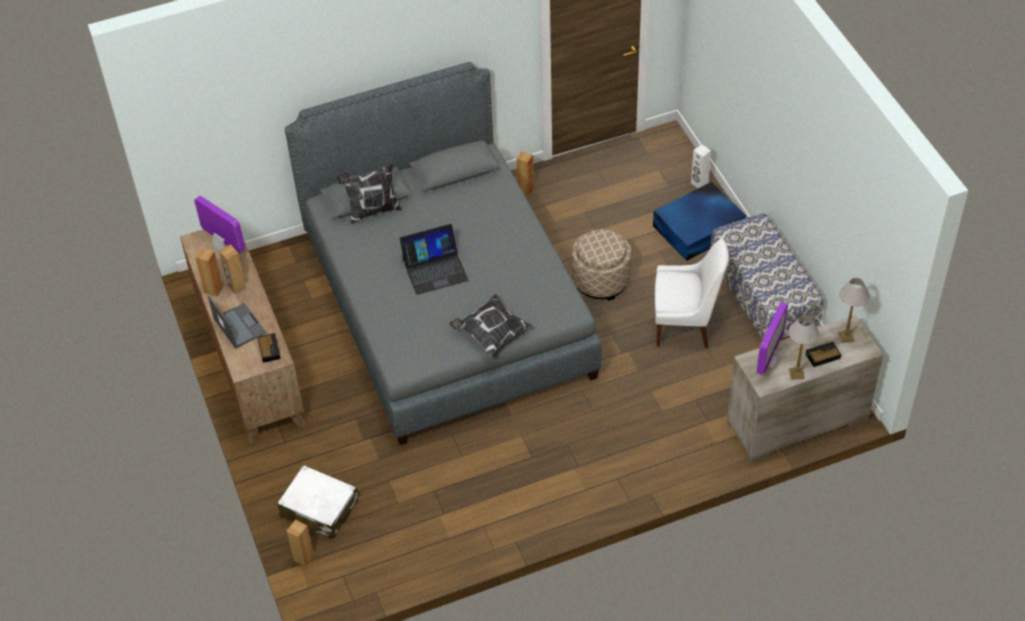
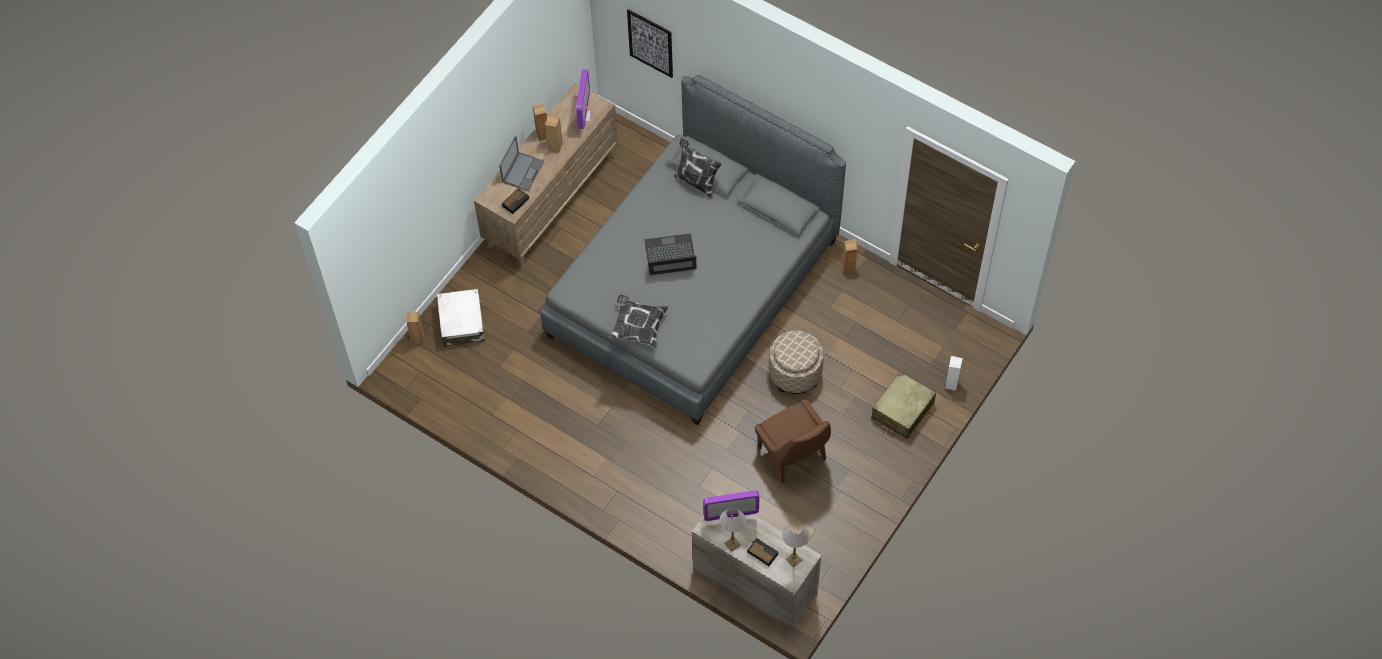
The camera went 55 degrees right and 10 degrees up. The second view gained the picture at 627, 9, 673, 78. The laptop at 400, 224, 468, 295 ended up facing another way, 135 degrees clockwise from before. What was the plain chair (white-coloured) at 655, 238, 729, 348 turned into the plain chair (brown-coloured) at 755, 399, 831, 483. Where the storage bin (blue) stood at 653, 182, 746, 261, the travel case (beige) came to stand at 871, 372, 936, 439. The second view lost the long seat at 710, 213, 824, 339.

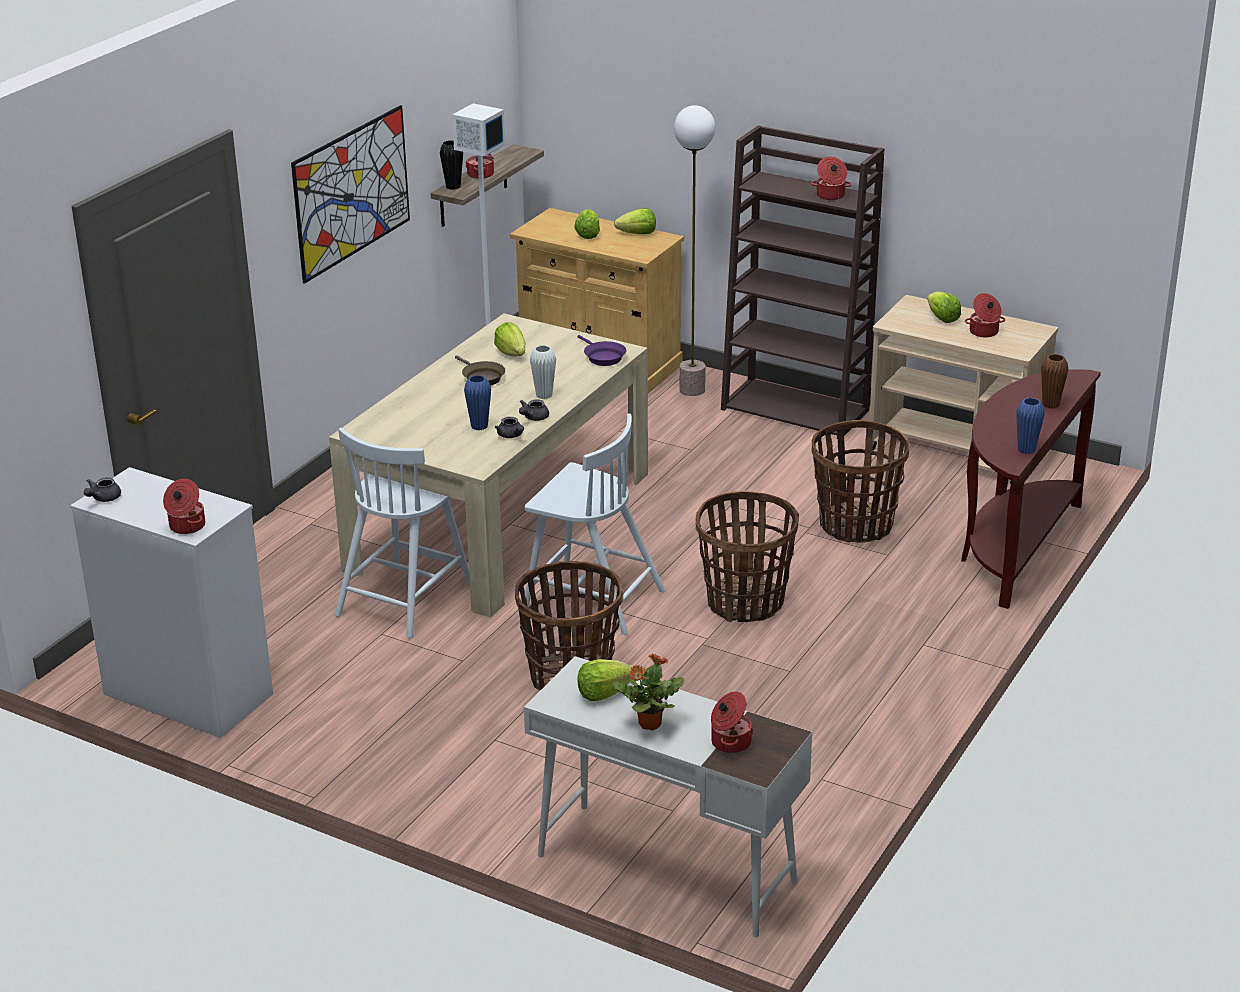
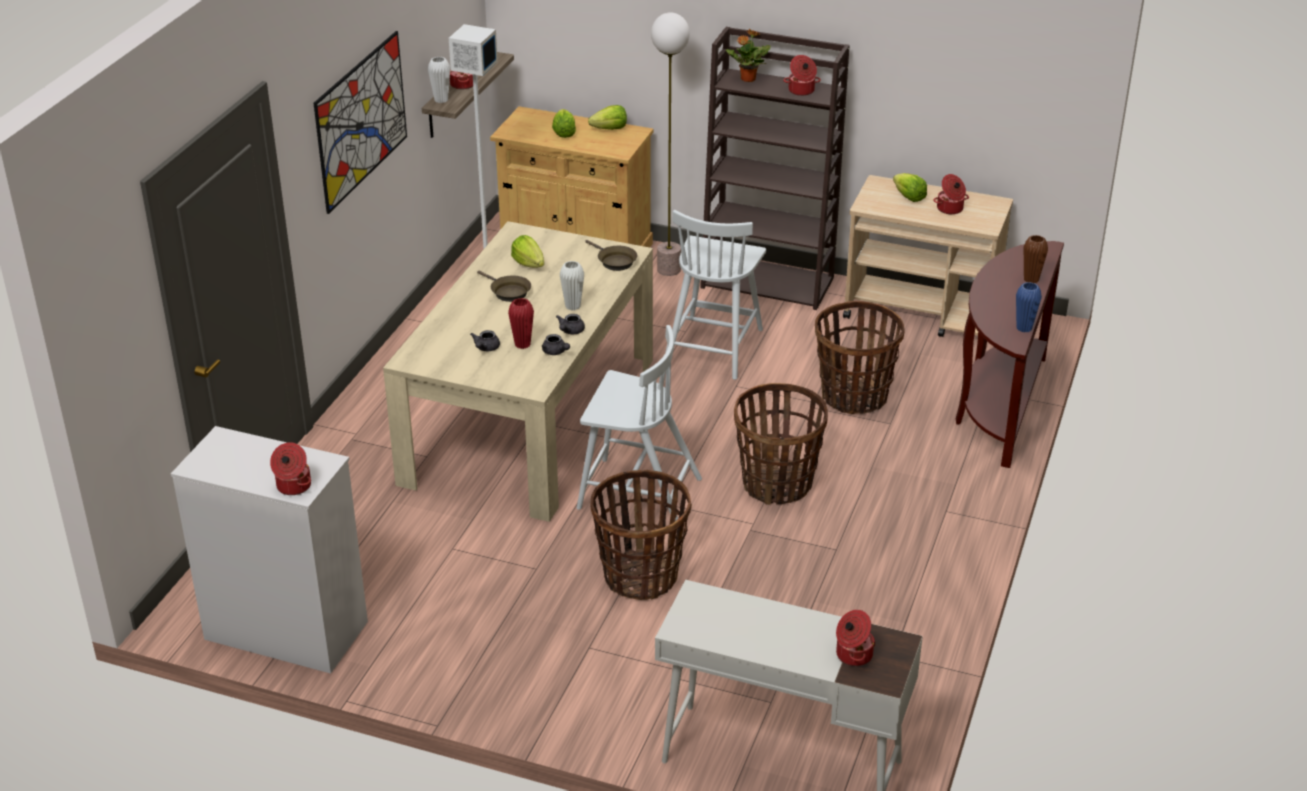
The camera went 10 degrees left and 5 degrees up. What was the decorative vase (black-coloured) at 440, 140, 463, 190 turned into the decorative vase (white-coloured) at 428, 57, 450, 103. The pot for tea (grey) ended up elsewhere, having gone from 84, 477, 121, 502 to 470, 330, 500, 351. What was the decorative vase (blue) at 464, 375, 491, 430 turned into the decorative vase (red-coloured) at 508, 298, 534, 349. What was the frying pan (purplish) at 578, 335, 626, 366 turned into the frying pan (brown-coloured) at 585, 240, 637, 271. The plain chair (white-coloured) ended up elsewhere, having gone from 335, 428, 470, 638 to 672, 210, 766, 380. The potted plant ended up elsewhere, having gone from 613, 653, 684, 730 to 726, 29, 771, 82. The second view lost the lettuce head at 577, 659, 633, 701.

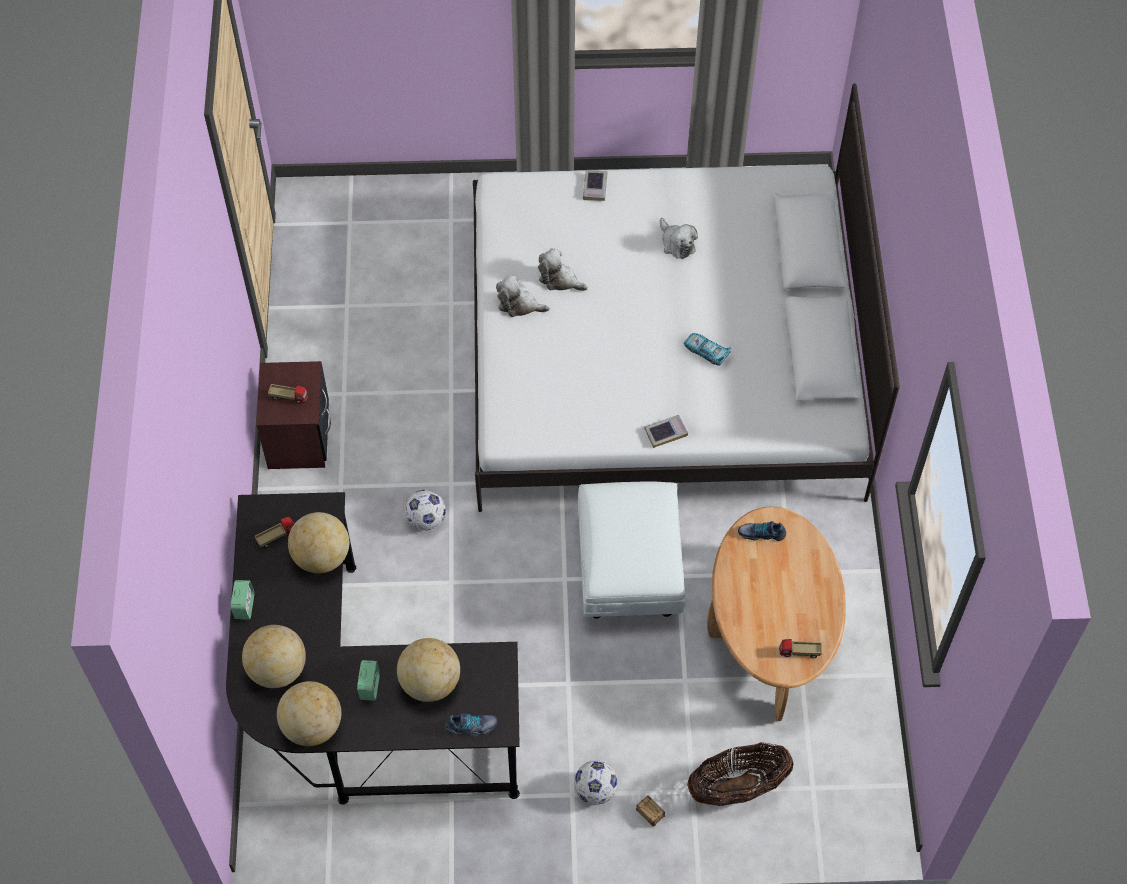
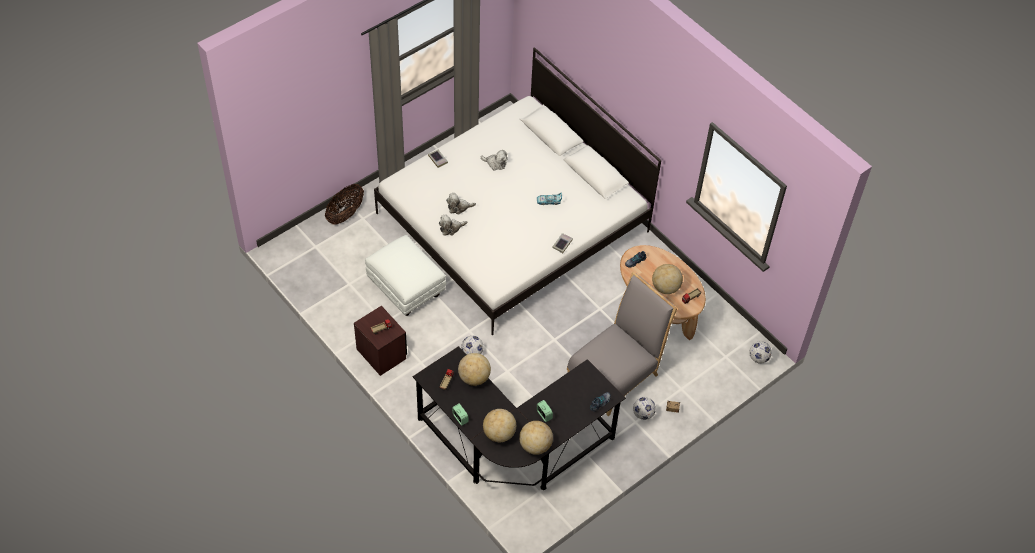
The camera went 40 degrees left and 5 degrees down. The household basket ended up elsewhere, having gone from 687, 742, 794, 806 to 325, 184, 364, 225. The ottoman (white-coloured) ended up elsewhere, having gone from 578, 481, 686, 619 to 365, 235, 446, 316. The second view gained the plain chair (grey) at 567, 272, 677, 416. The globe ended up elsewhere, having gone from 397, 638, 460, 702 to 652, 264, 683, 294. The second view gained the football ball at 749, 341, 772, 363.

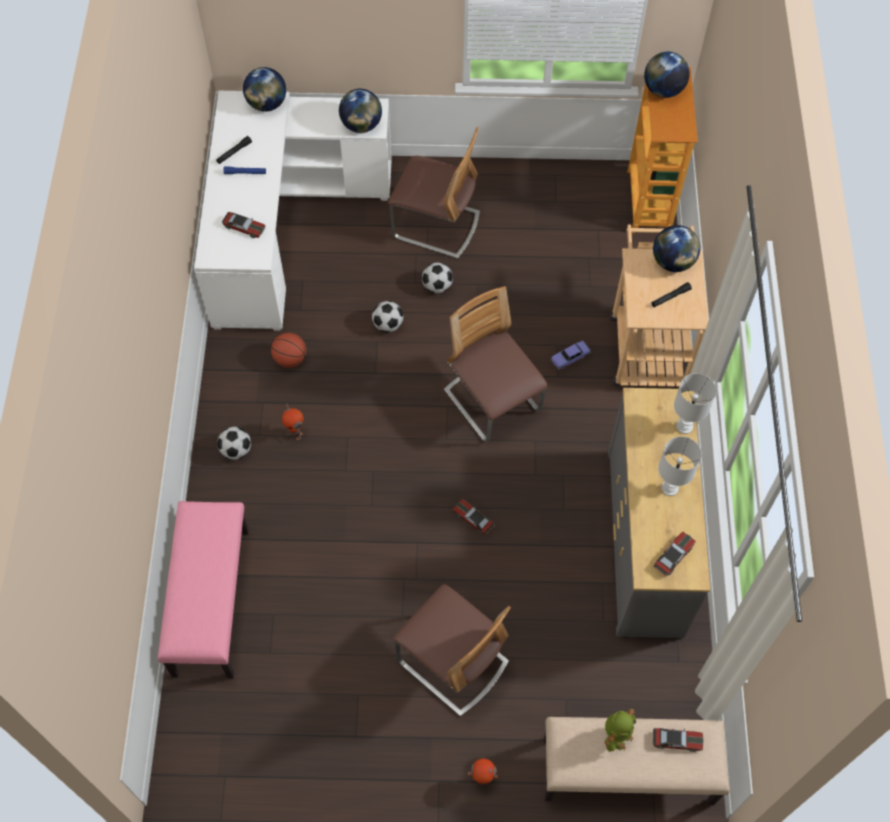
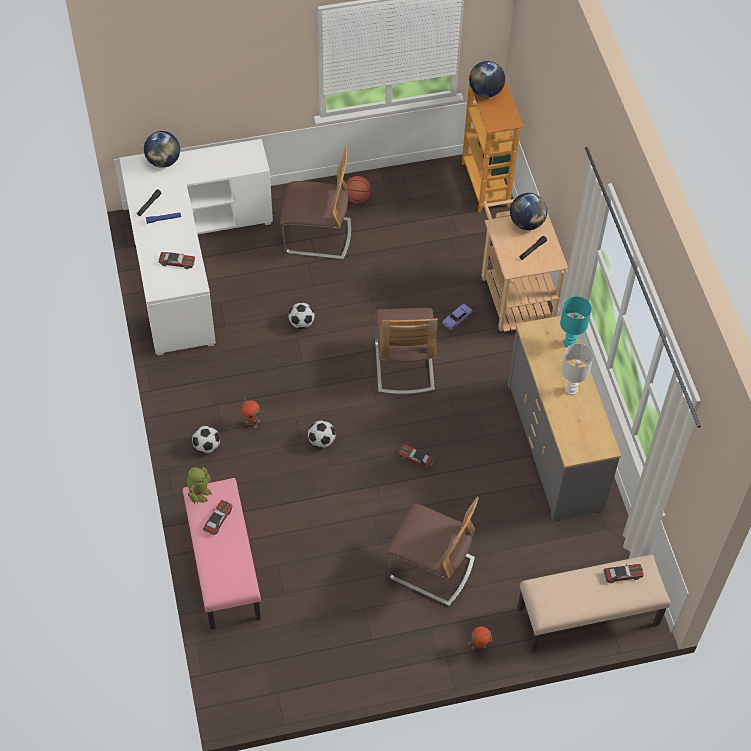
The camera went 15 degrees left and 5 degrees down. The model robot ended up elsewhere, having gone from 605, 708, 636, 752 to 187, 467, 212, 504. The toy car ended up elsewhere, having gone from 654, 532, 696, 576 to 203, 500, 232, 535. The football ball ended up elsewhere, having gone from 422, 262, 453, 293 to 308, 420, 336, 448. The basketball ball ended up elsewhere, having gone from 271, 333, 306, 368 to 346, 176, 371, 204. The plain chair at 444, 286, 547, 442 ended up facing another way, 135 degrees counterclockwise from before. What was the table lamp (white-coloured) at 674, 373, 716, 434 turned into the table lamp (blue-green) at 560, 296, 592, 347. The second view lost the globe at 339, 89, 382, 133.

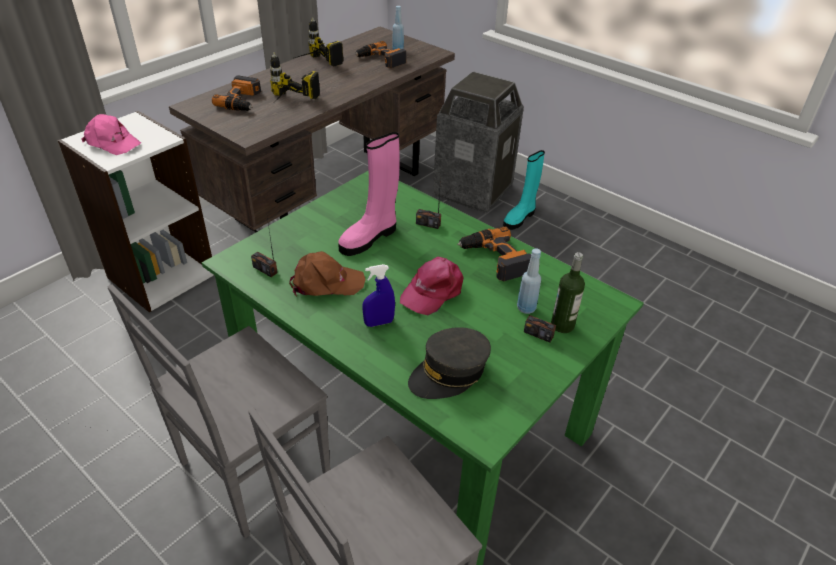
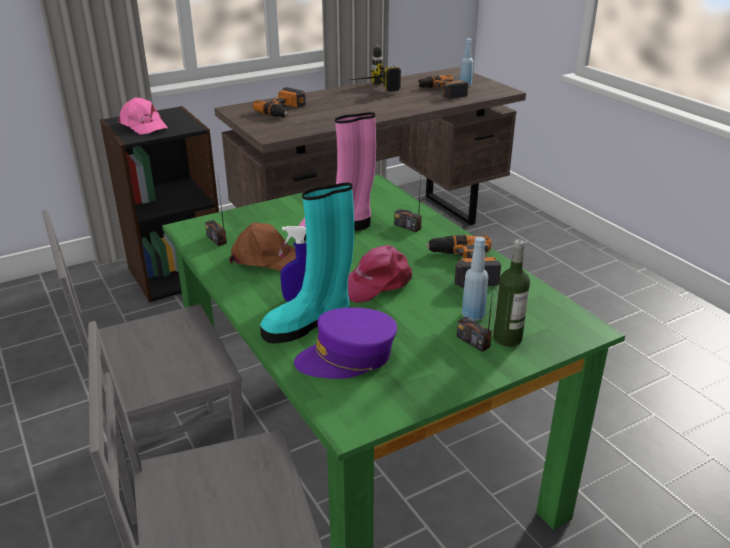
The camera went 20 degrees right and 10 degrees down. What was the bookshelf (white-coloured) at 58, 111, 214, 312 turned into the bookshelf (black-coloured) at 100, 106, 219, 302. The boot (blue-green) ended up elsewhere, having gone from 503, 150, 545, 230 to 260, 183, 354, 343. What was the baseball cap (grey) at 408, 327, 491, 399 turned into the baseball cap (purplish) at 294, 308, 397, 379. The second view lost the power drill at 270, 52, 320, 99. The second view lost the trash can at 433, 71, 524, 213.

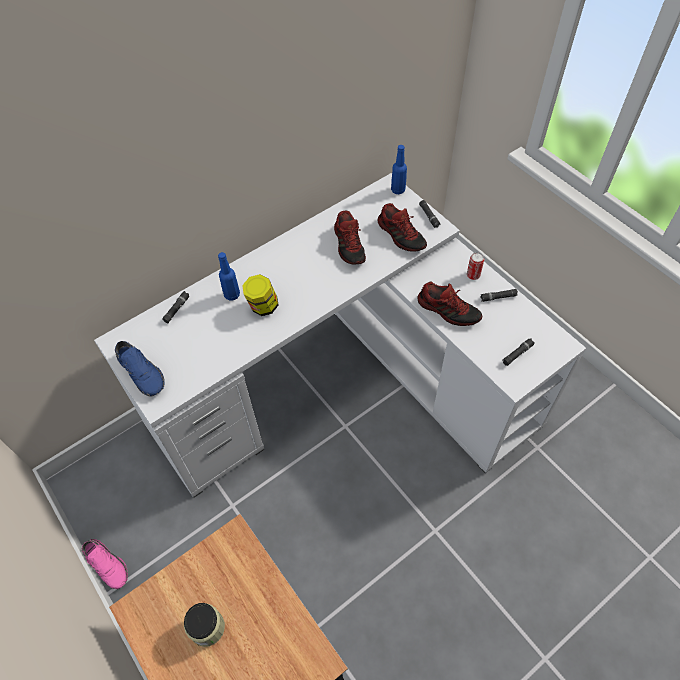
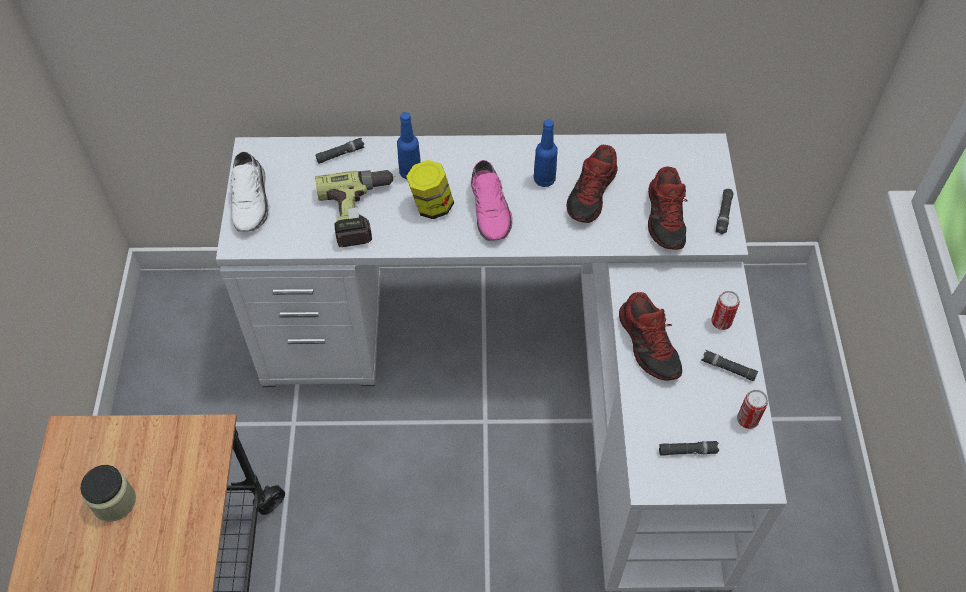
The camera went 35 degrees right and 0 degrees up. What was the shoe (blue) at 115, 341, 165, 397 turned into the shoe (white-coloured) at 230, 151, 270, 232. The second view gained the power drill at 315, 170, 395, 247. The shoe (pinkish) ended up elsewhere, having gone from 82, 539, 128, 589 to 471, 160, 513, 241. The beverage bottle (blue) ended up elsewhere, having gone from 391, 145, 407, 194 to 534, 119, 557, 187. The second view gained the metal can at 737, 390, 768, 429.

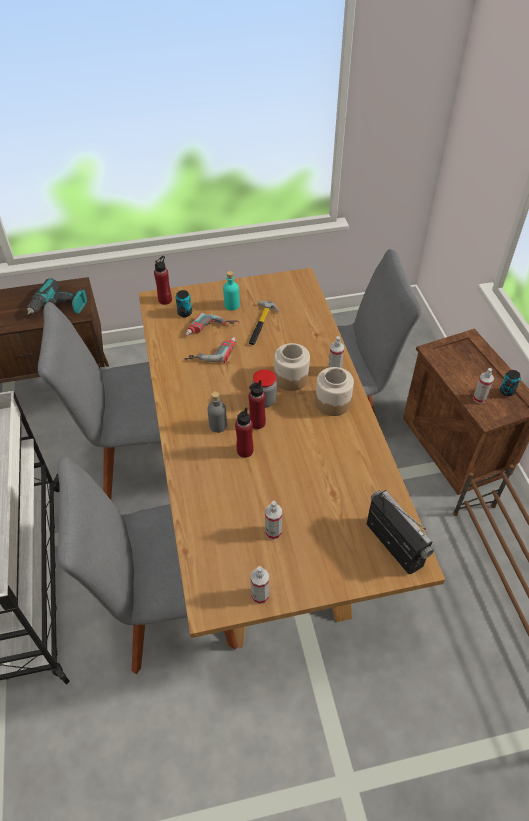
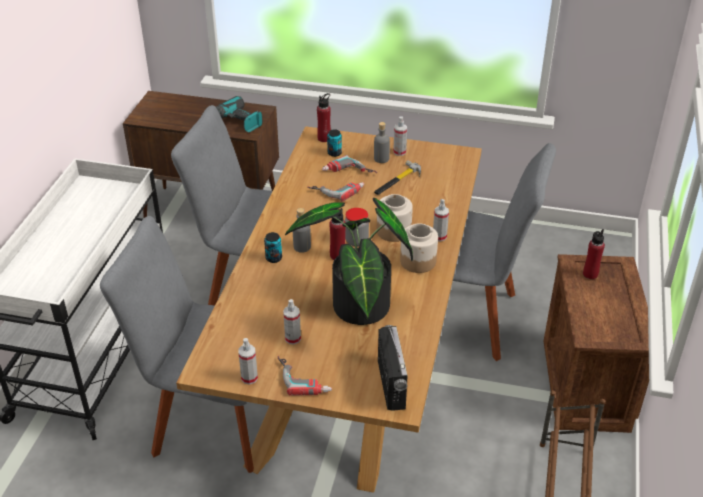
The camera went 25 degrees right and 10 degrees down. The metal can ended up elsewhere, having gone from 500, 370, 521, 396 to 264, 232, 282, 263. The second view gained the power drill at 278, 356, 332, 396. The second view gained the potted plant at 285, 198, 413, 325. What was the beverage bottle (blue-green) at 223, 271, 240, 311 turned into the beverage bottle (grey) at 374, 122, 390, 163. The hand sprayer ended up elsewhere, having gone from 473, 368, 494, 404 to 393, 117, 407, 156. The beverage bottle (red-coloured) ended up elsewhere, having gone from 235, 408, 254, 458 to 583, 229, 605, 279.

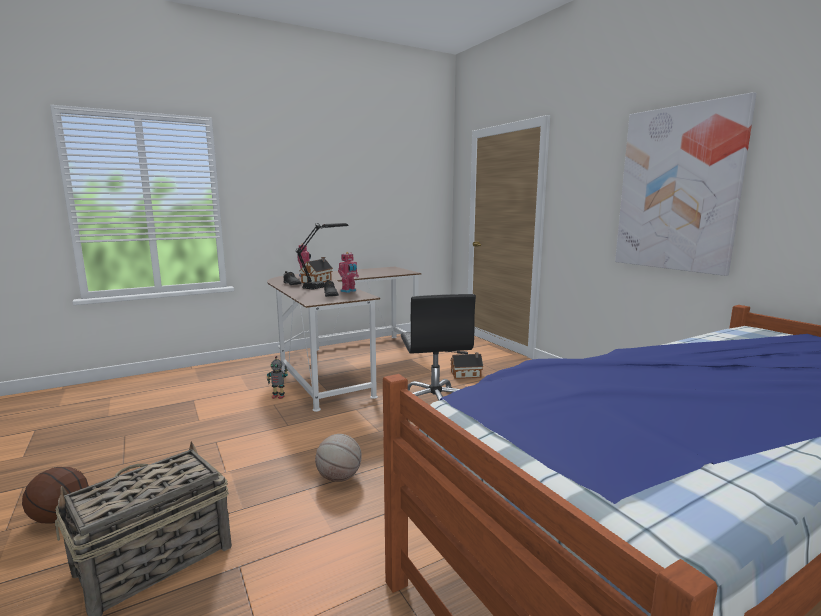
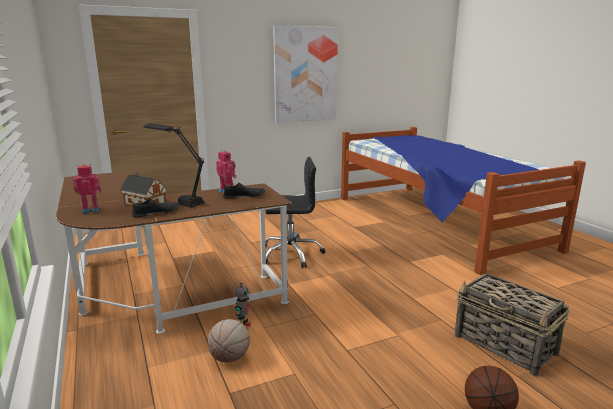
The camera went 85 degrees left and 5 degrees up. The basketball ball ended up elsewhere, having gone from 315, 434, 362, 482 to 208, 319, 250, 362. The second view lost the miniature house at 450, 352, 483, 379.

